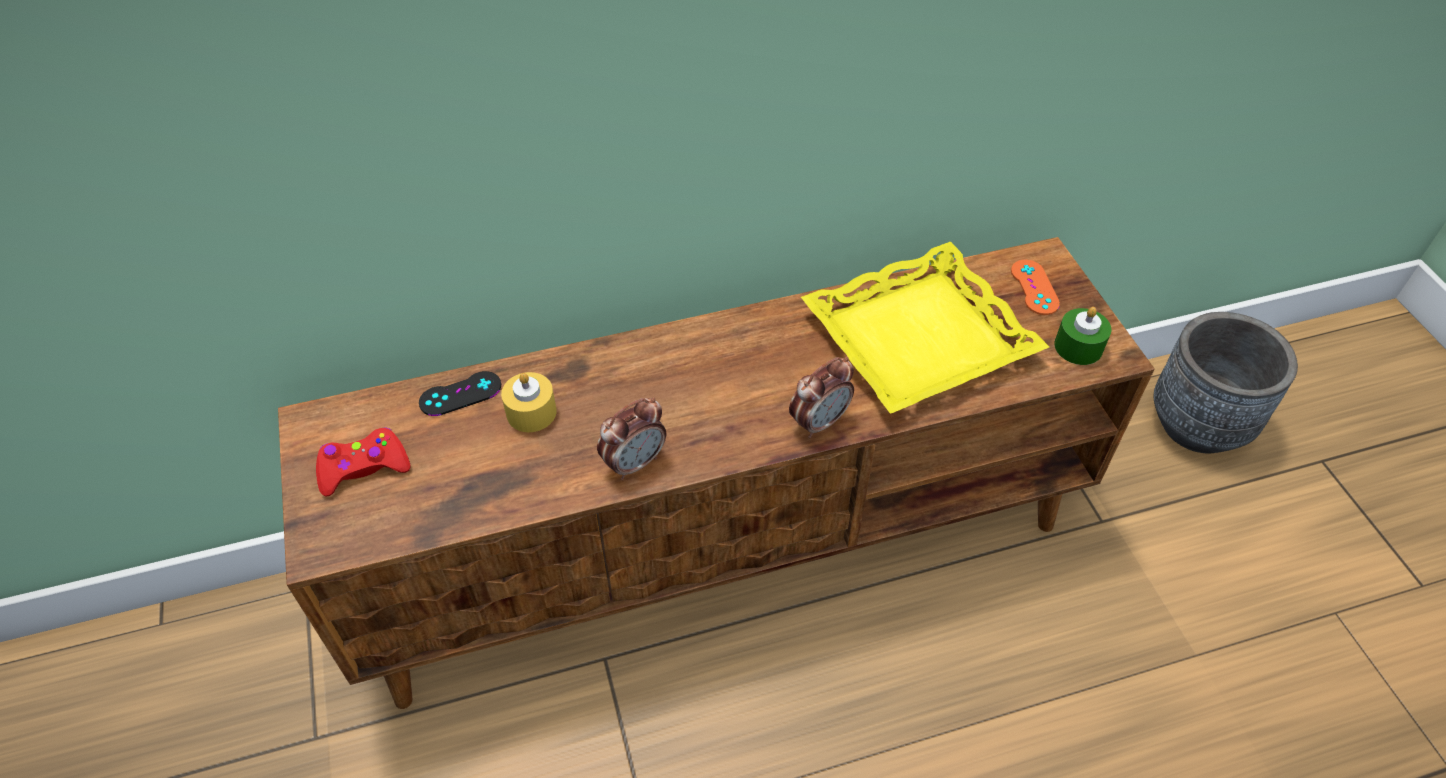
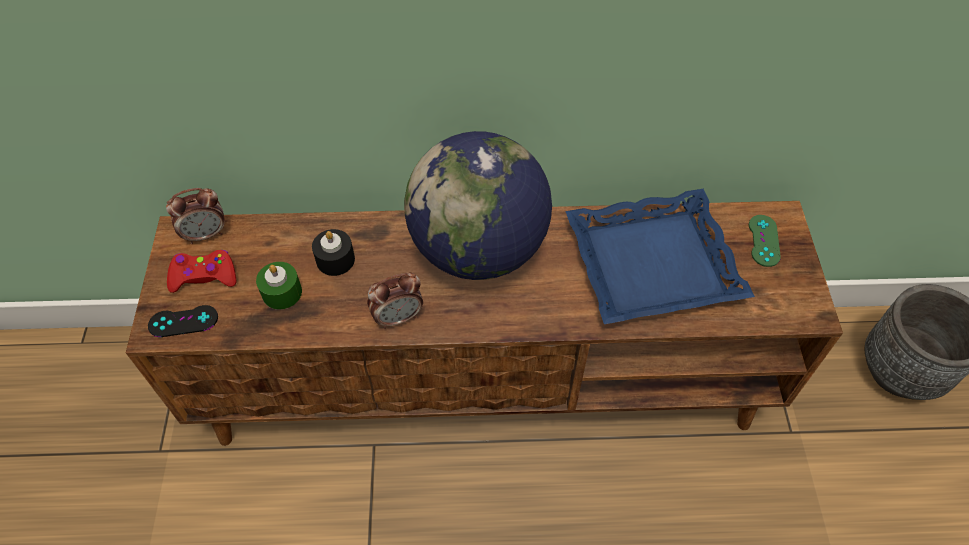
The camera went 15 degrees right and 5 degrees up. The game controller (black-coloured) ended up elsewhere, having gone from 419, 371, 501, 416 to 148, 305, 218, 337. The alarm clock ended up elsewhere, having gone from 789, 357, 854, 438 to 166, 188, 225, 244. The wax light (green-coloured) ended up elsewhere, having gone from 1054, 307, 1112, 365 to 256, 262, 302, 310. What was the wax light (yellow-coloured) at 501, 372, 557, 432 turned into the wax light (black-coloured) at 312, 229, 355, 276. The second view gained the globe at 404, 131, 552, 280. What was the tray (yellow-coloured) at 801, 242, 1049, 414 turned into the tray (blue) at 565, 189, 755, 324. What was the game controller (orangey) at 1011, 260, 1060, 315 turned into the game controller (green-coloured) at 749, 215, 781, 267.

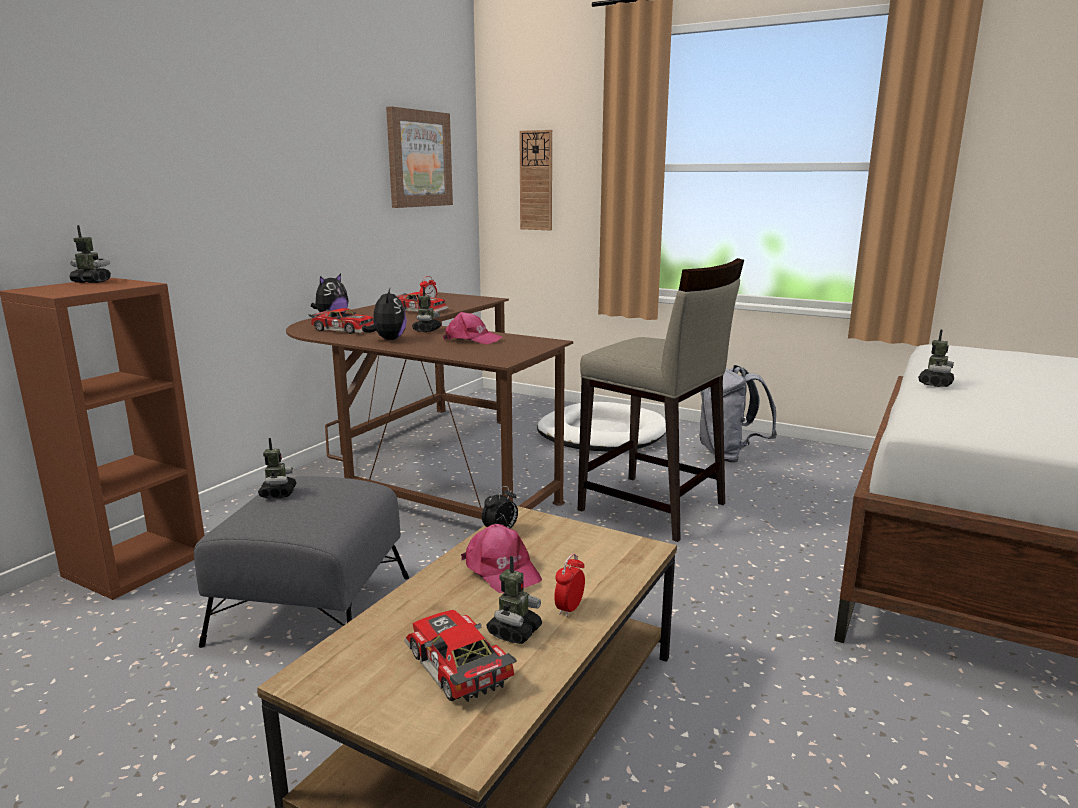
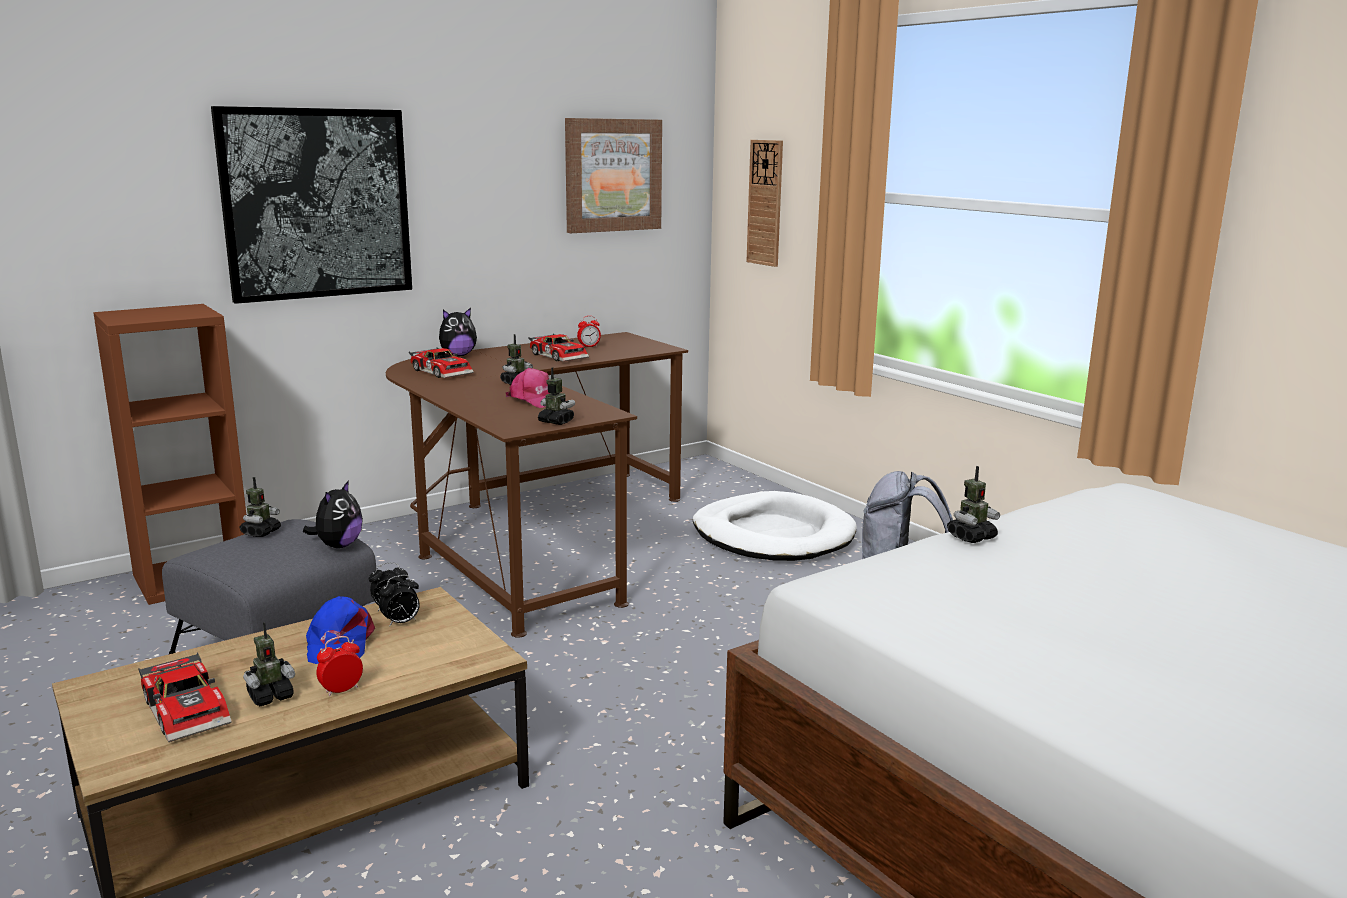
The camera went 25 degrees right and 0 degrees up. The toy car at 404, 610, 516, 702 ended up facing another way, 150 degrees clockwise from before. The second view gained the picture at 211, 106, 412, 304. The plush toy ended up elsewhere, having gone from 362, 289, 407, 340 to 303, 480, 363, 548. What was the baseball cap (pinkish) at 461, 524, 542, 593 turned into the baseball cap (blue) at 306, 596, 375, 664. The second view gained the alarm clock at 379, 575, 420, 627. The model robot ended up elsewhere, having gone from 70, 225, 111, 283 to 538, 367, 575, 425. The second view lost the stool (beige) at 578, 258, 744, 542.

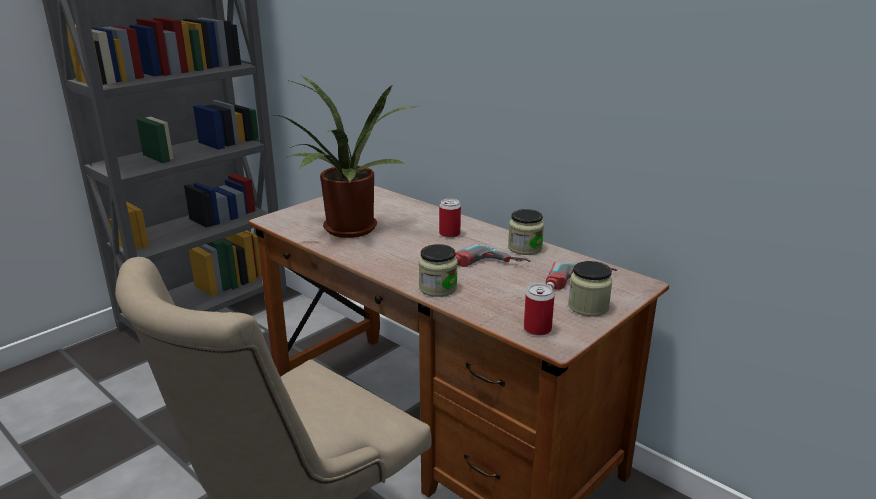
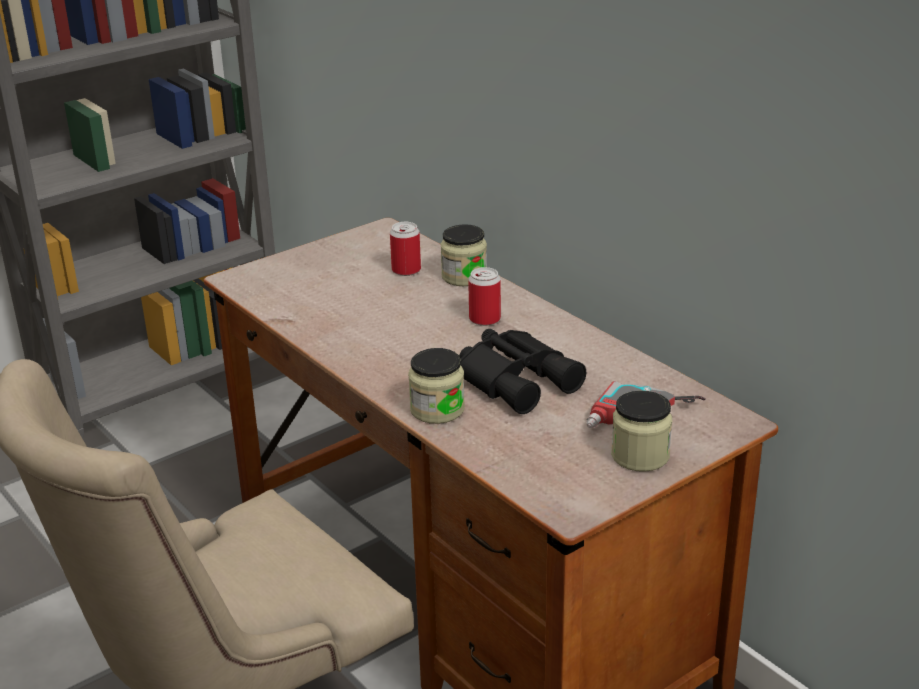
The camera went 10 degrees right and 5 degrees up. The metal can ended up elsewhere, having gone from 524, 284, 555, 336 to 390, 222, 421, 276. The preserve jar ended up elsewhere, having gone from 508, 209, 544, 255 to 441, 224, 487, 286. Where the power drill stood at 455, 243, 530, 267, the binoculars (black-coloured) came to stand at 459, 329, 586, 414. The second view lost the potted plant at 275, 75, 419, 238.

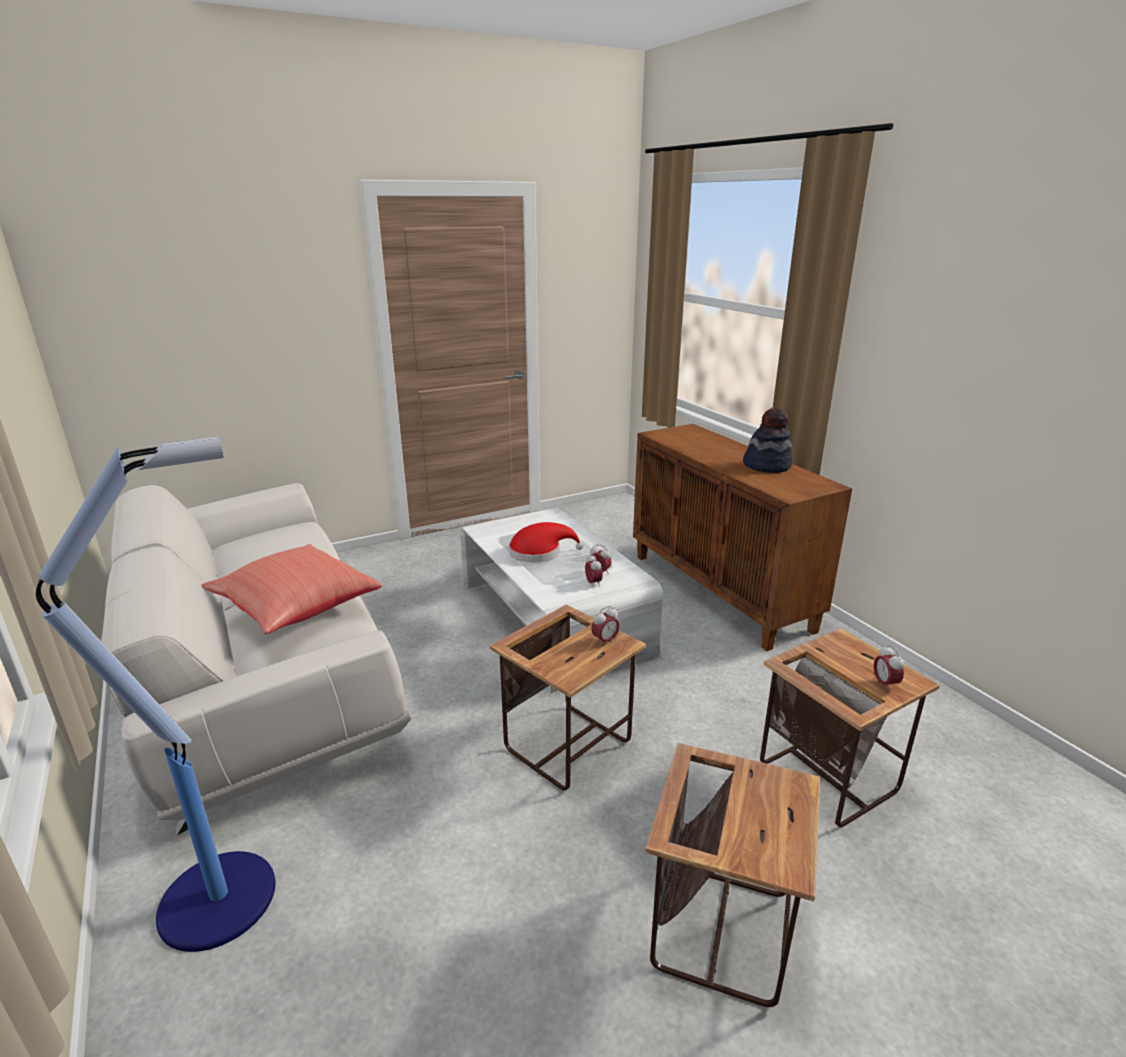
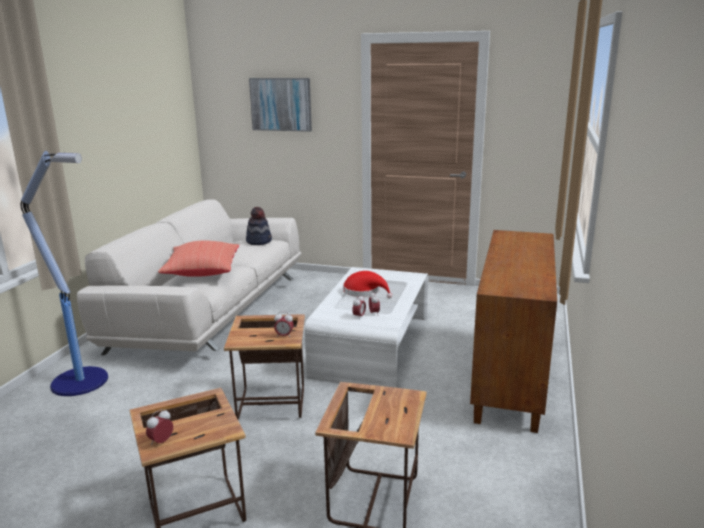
The camera went 45 degrees right and 5 degrees down. The alarm clock ended up elsewhere, having gone from 874, 645, 904, 692 to 146, 409, 173, 445. The clothing hat ended up elsewhere, having gone from 743, 408, 792, 473 to 246, 207, 272, 245. The second view gained the picture at 249, 78, 312, 132.

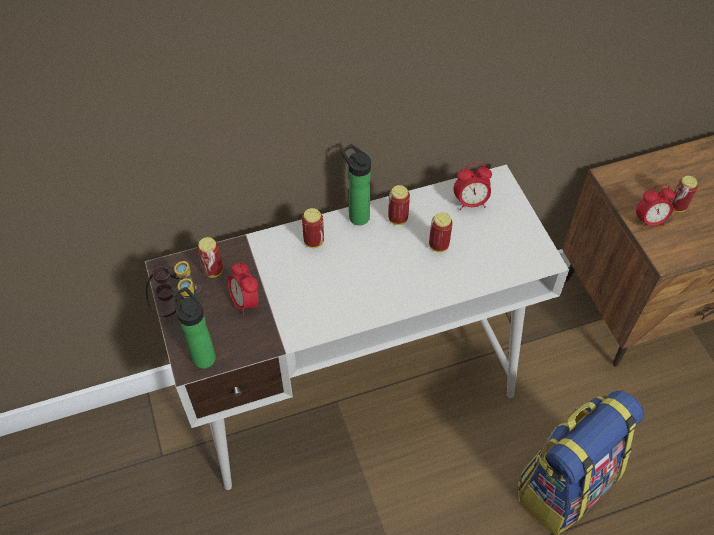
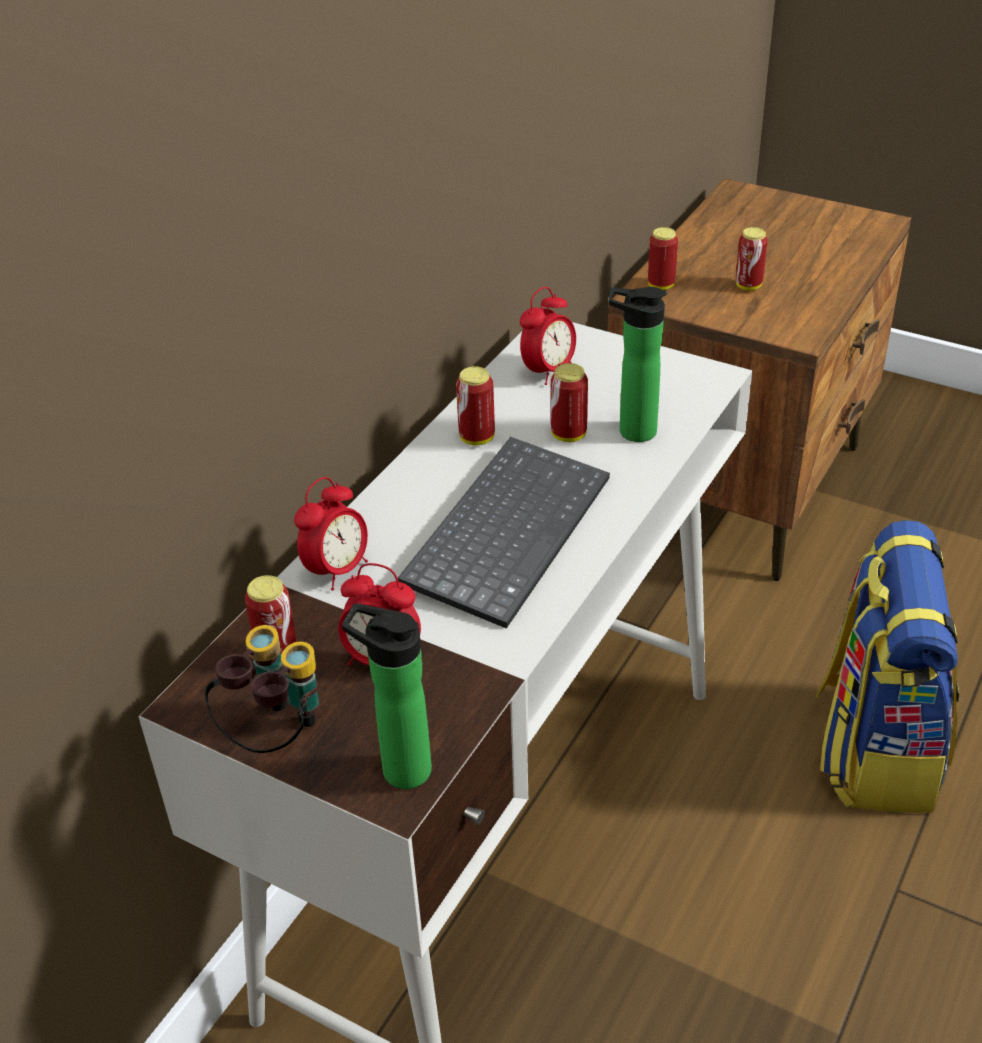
The camera went 40 degrees left and 15 degrees down. The alarm clock ended up elsewhere, having gone from 636, 184, 675, 229 to 294, 477, 368, 590. The second view gained the PC keyboard at 398, 437, 610, 629. The beverage bottle ended up elsewhere, having gone from 341, 144, 371, 225 to 609, 287, 667, 442. The metal can ended up elsewhere, having gone from 302, 208, 324, 248 to 648, 227, 678, 290.

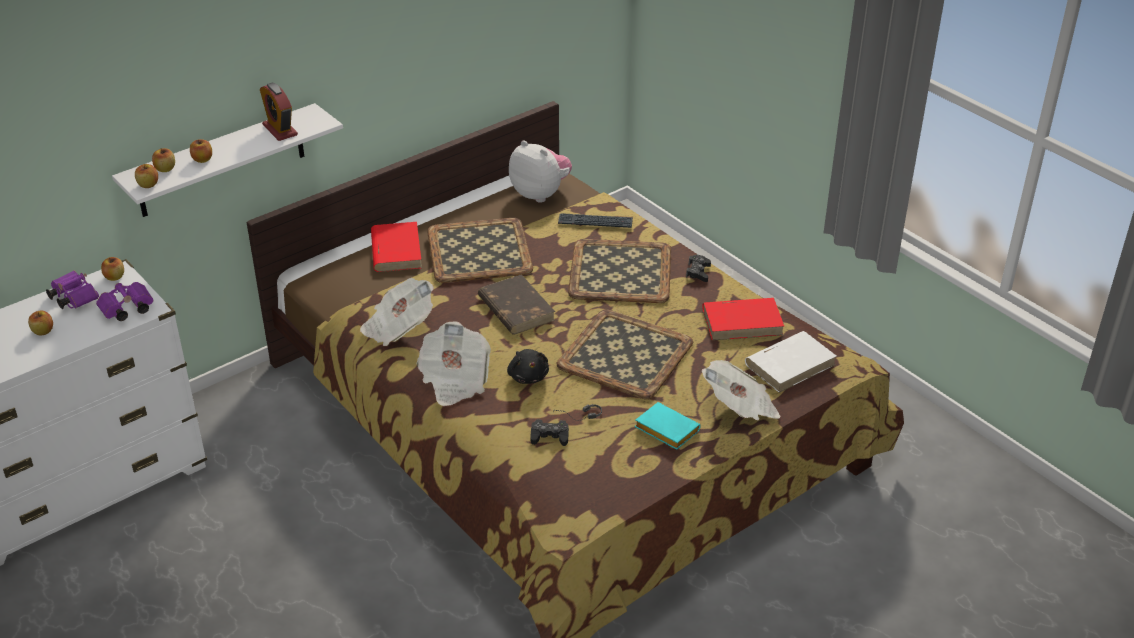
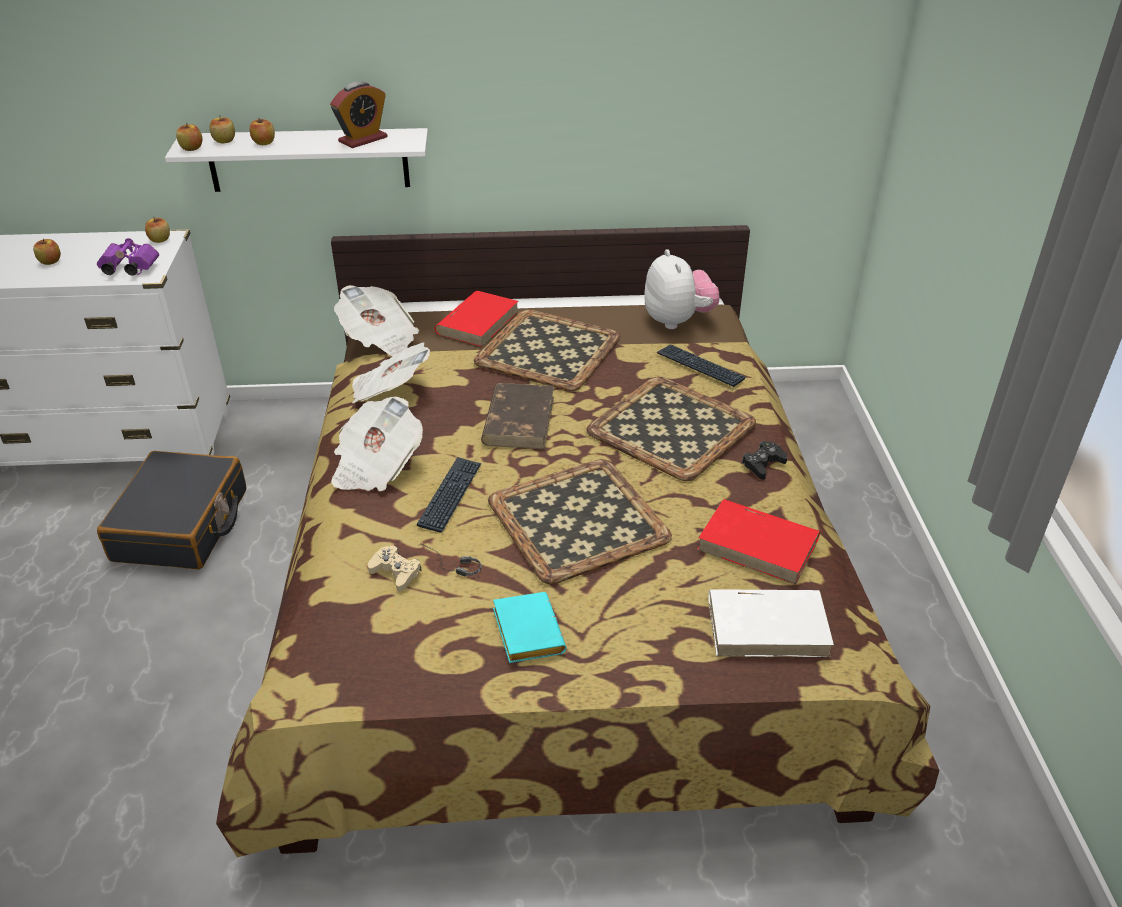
The camera went 35 degrees right and 0 degrees up. The second view gained the travel case (black-coloured) at 97, 451, 246, 569. The alarm clock at 260, 83, 298, 141 ended up facing another way, 135 degrees counterclockwise from before. The printed paper ended up elsewhere, having gone from 702, 360, 781, 420 to 334, 285, 419, 356. What was the game controller (black-coloured) at 530, 419, 569, 446 turned into the game controller (beige) at 368, 545, 422, 592. Where the plush toy (black-coloured) stood at 507, 349, 549, 384, the PC keyboard came to stand at 417, 457, 482, 533. The second view lost the binoculars (purplish) at 46, 270, 99, 309.

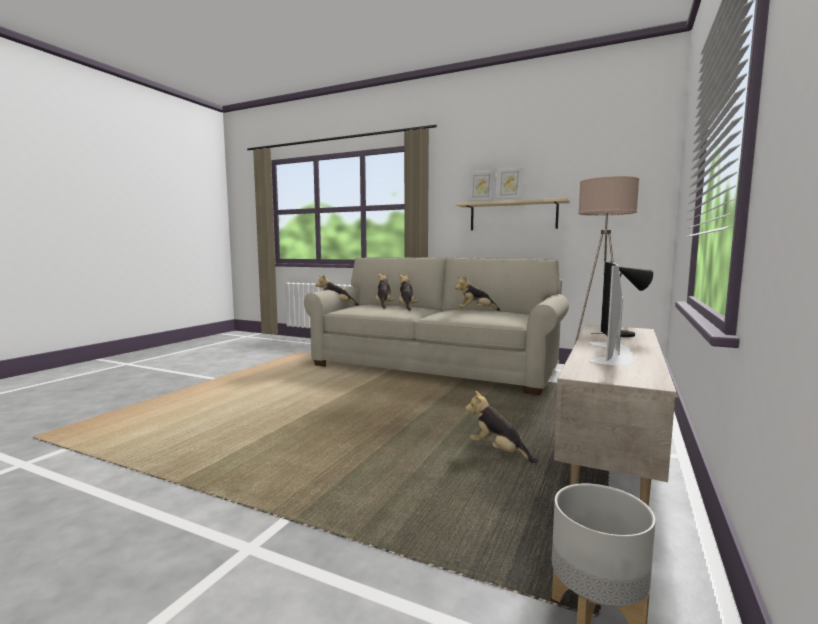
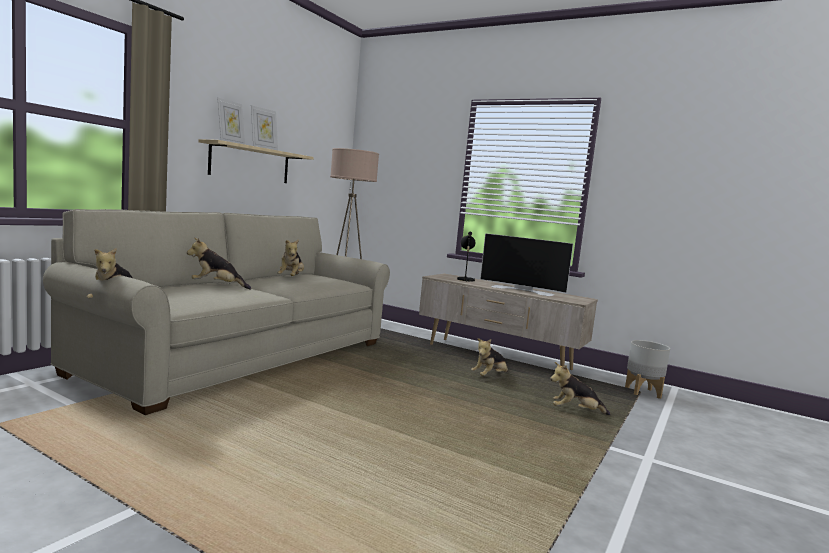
The camera went 85 degrees left and 0 degrees up. The plush toy ended up elsewhere, having gone from 375, 273, 395, 309 to 550, 362, 610, 415.

